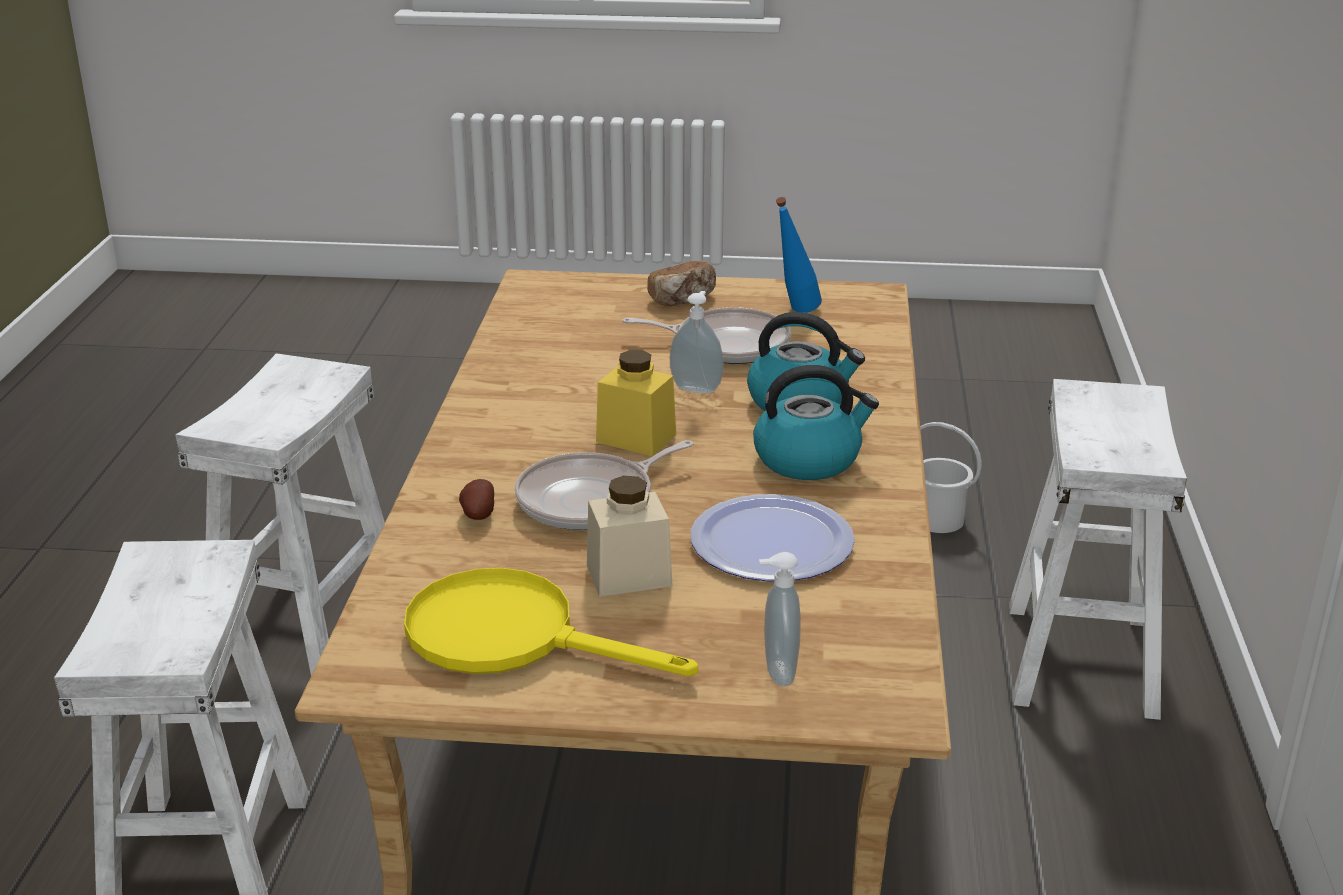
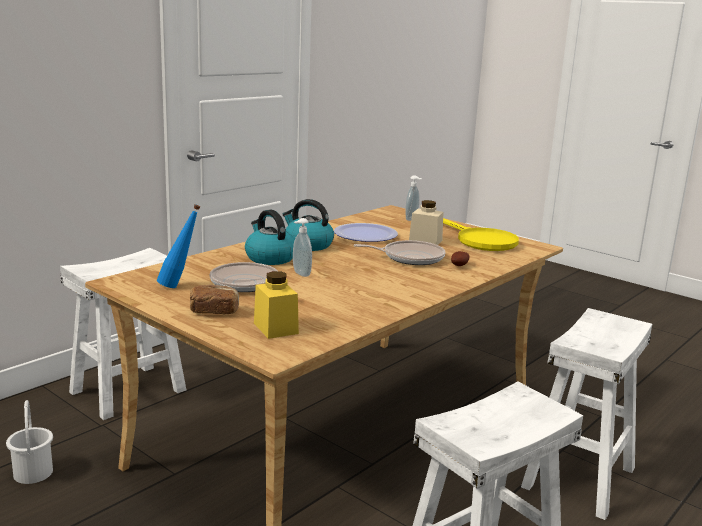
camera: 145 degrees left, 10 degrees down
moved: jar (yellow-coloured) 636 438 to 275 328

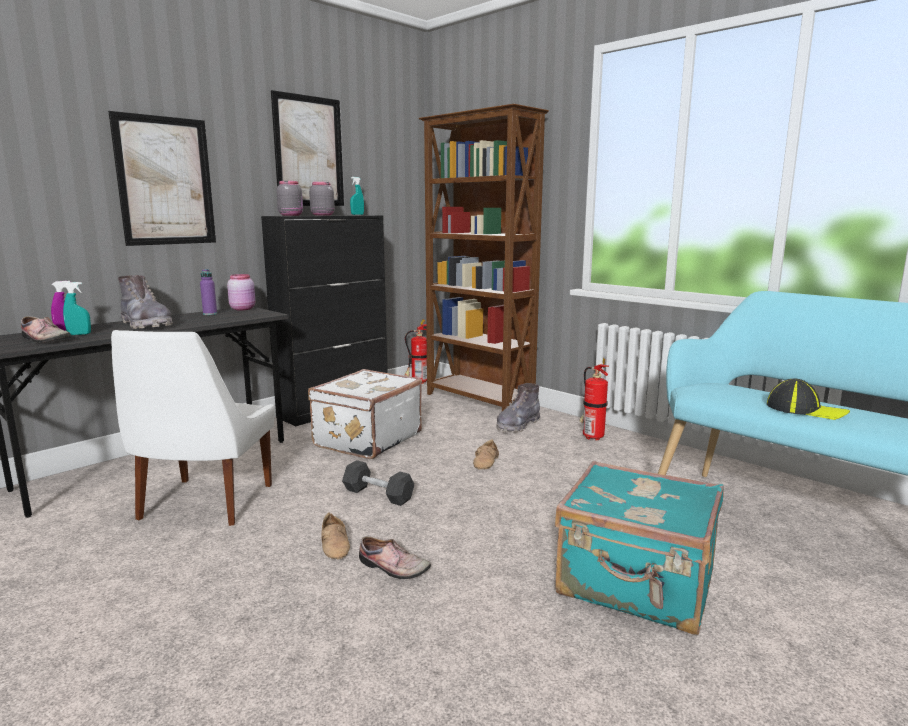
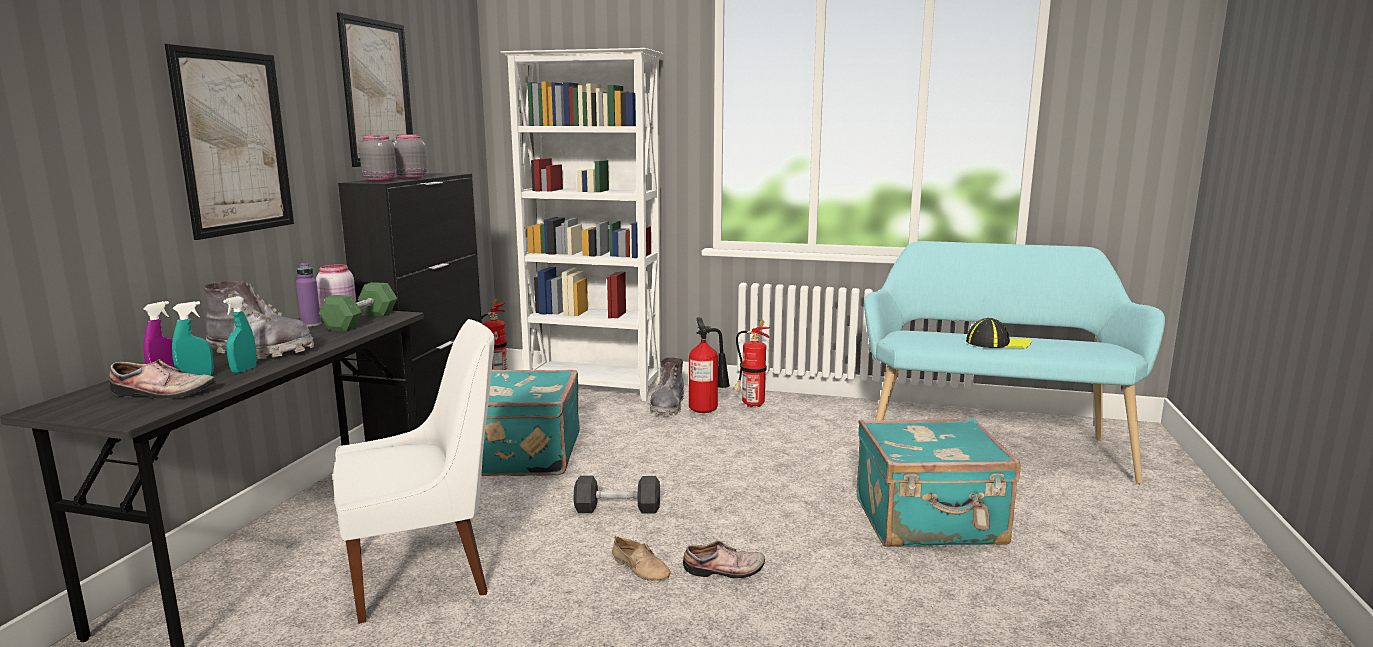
camera: 30 degrees left, 0 degrees up
removed: low shoe (sand-coloured) 487 462
added: free weight (green) 361 321; fire-fighting cylinder 707 410
moved: spray bottle (turquoise-coloured) 357 215 to 244 370
recoloured: piece of luggage (white) 366 439 to piece of luggage (turquoise-coloured) 523 455; bookshelf (brownish) 479 401 to bookshelf (white) 594 388
turned: chair (white) 204 504 = 425 573 90 degrees counterclockwise

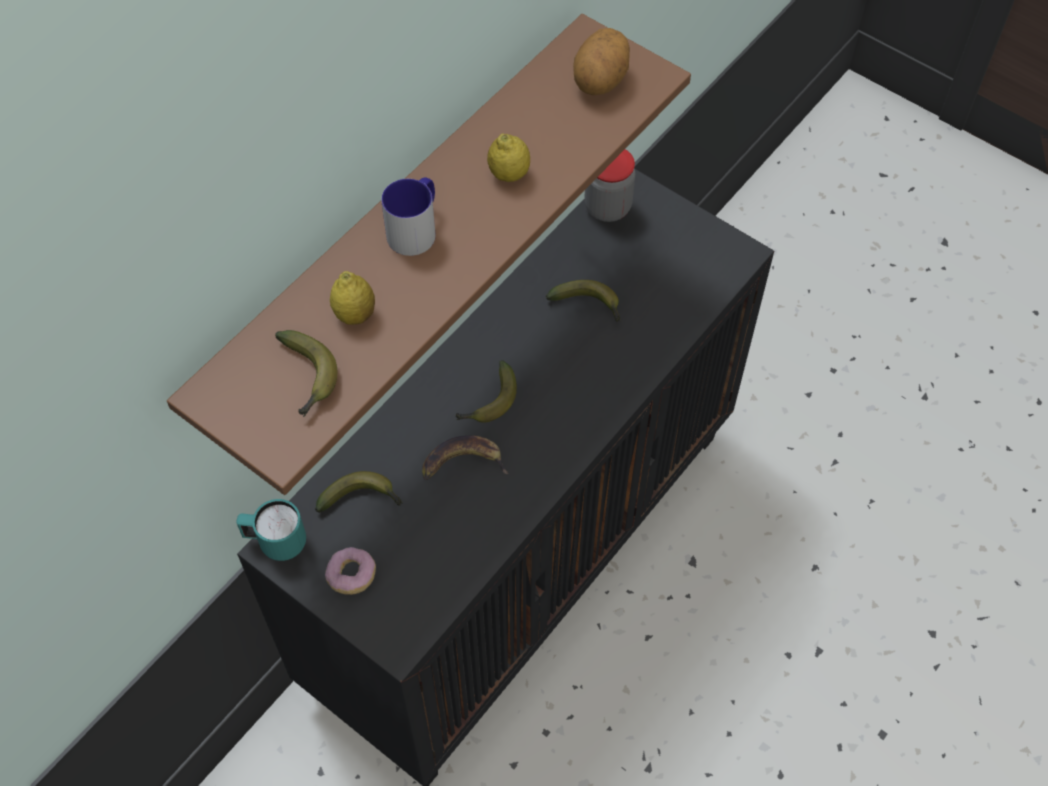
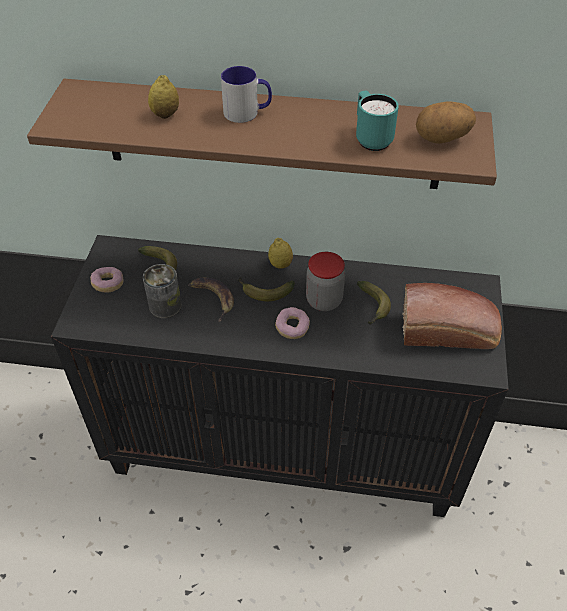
camera: 60 degrees right, 10 degrees down
removed: banana 308 378
added: sealed can 165 305; doughnut 292 328; bread 449 332
moved: tea mug (turquoise-coloured) 276 543 to 371 139; citrus fruit 509 174 to 280 264; jar 607 207 to 324 300

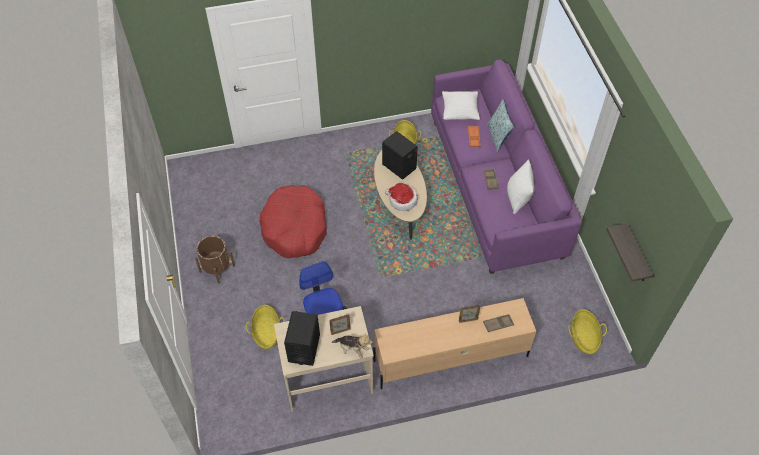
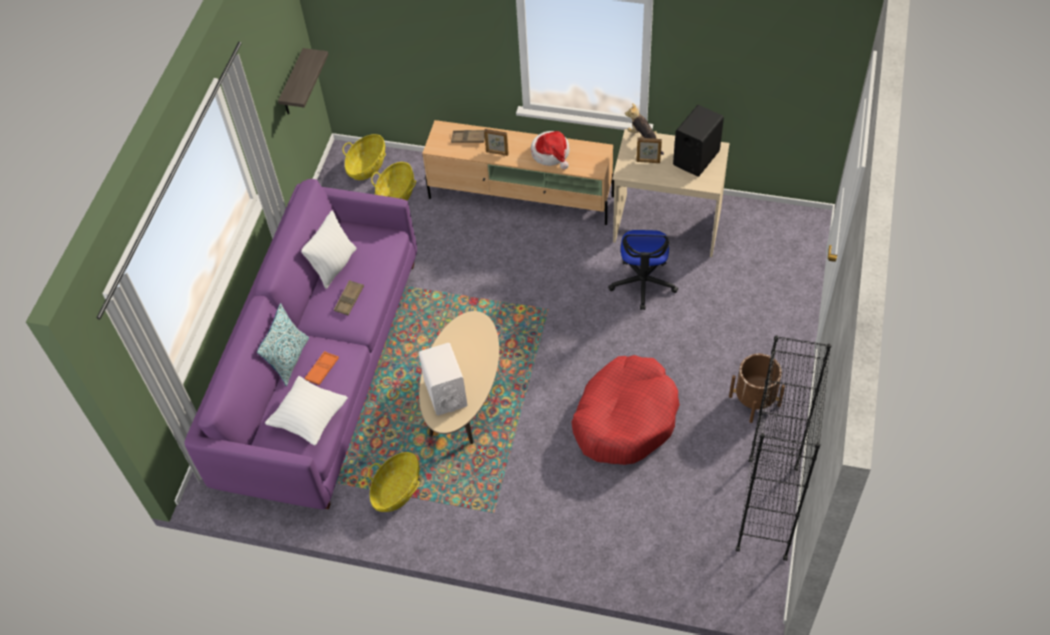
camera: 150 degrees left, 0 degrees up
added: bookshelf (blackish) 767 507
moved: storage basket 266 333 to 396 195; clothing hat 402 200 to 551 154
recoloured: loudspeaker (blackish) 399 166 to loudspeaker (white) 445 393

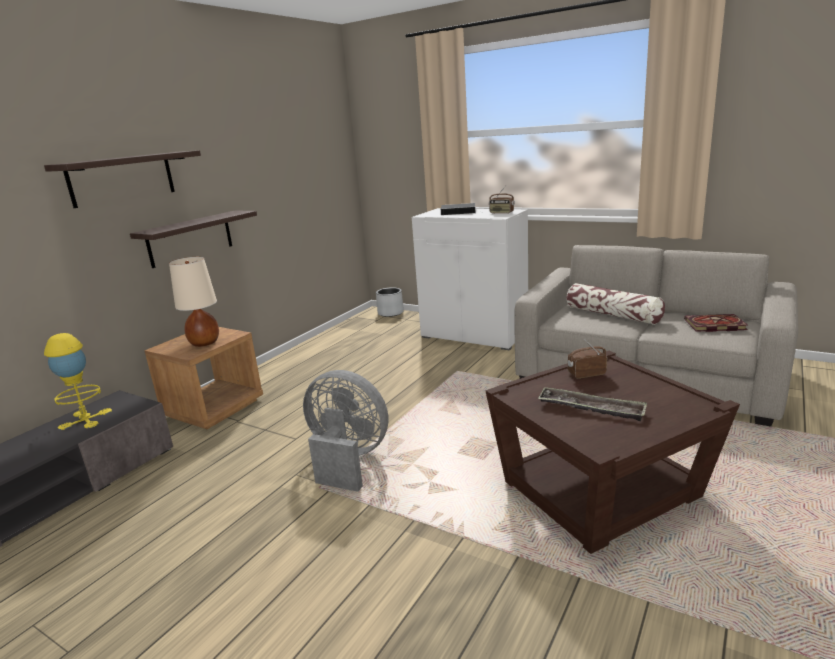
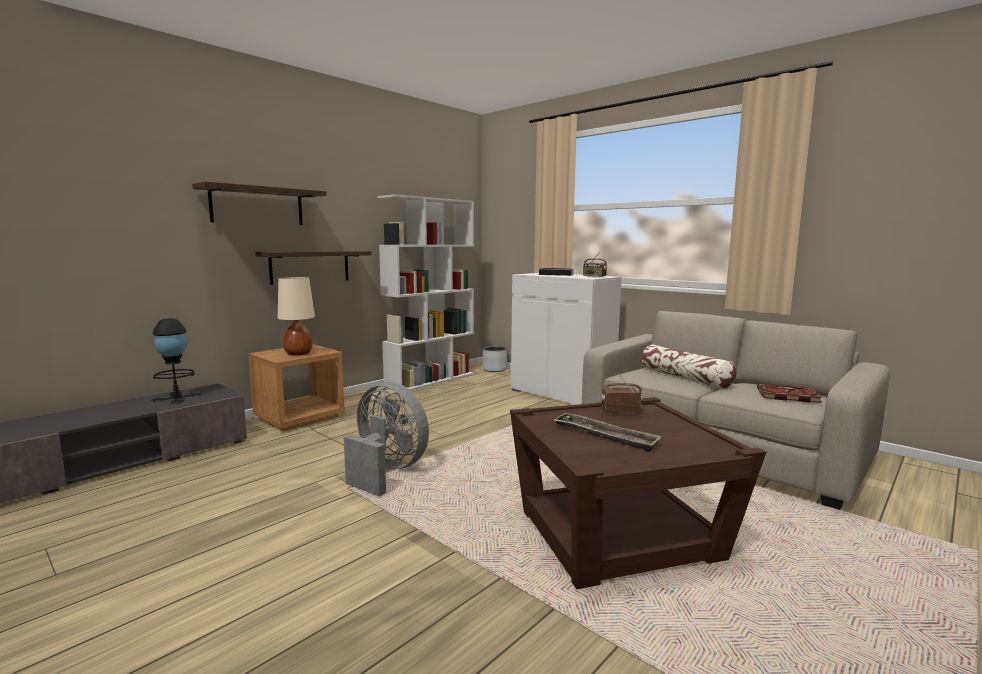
camera: 10 degrees right, 10 degrees down
added: bookshelf (white) 431 380
recoloured: lamp for a table (yellow-coloured) 85 419 to lamp for a table (blackish) 176 397

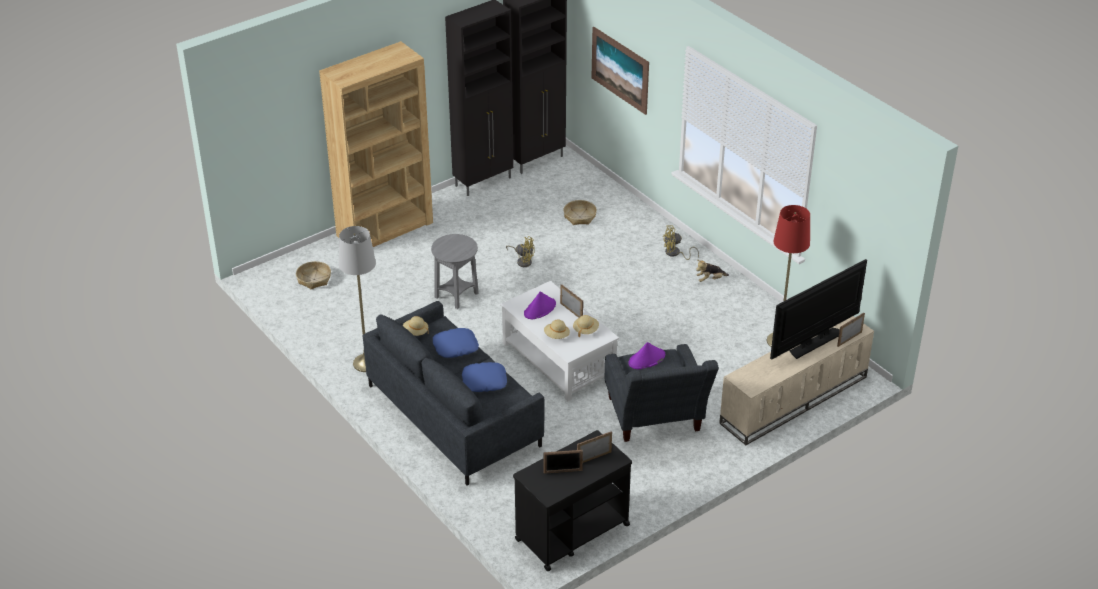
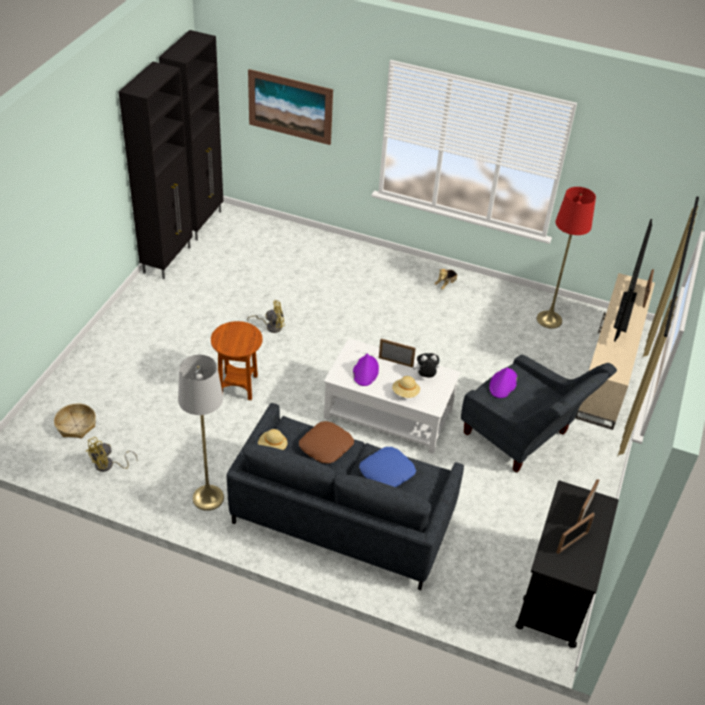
camera: 35 degrees left, 5 degrees up
removed: bookshelf (brownish) 385 229; storage basket 580 217
moved: cooling fan (yellow-coloured) 675 253 to 108 465
replaced: clothing hat (sand-coloured) 585 330 to soft toy 425 376
recoloured: accent table (gray) 456 296 to accent table (brownish) 238 386; cushion (blue-coloured) 455 347 to cushion (brownish) 325 446

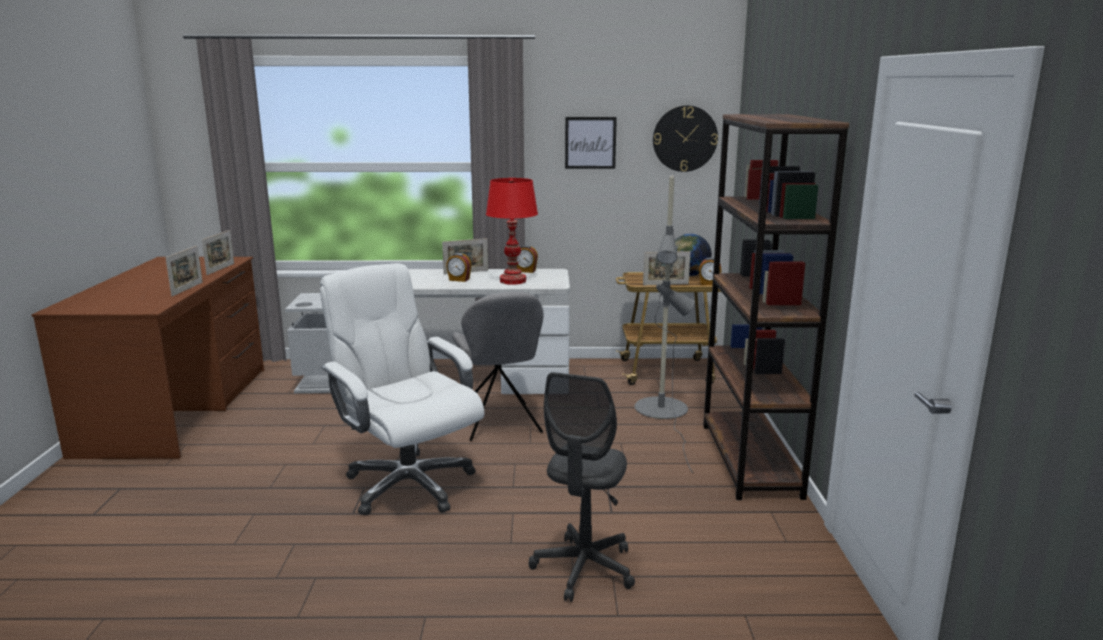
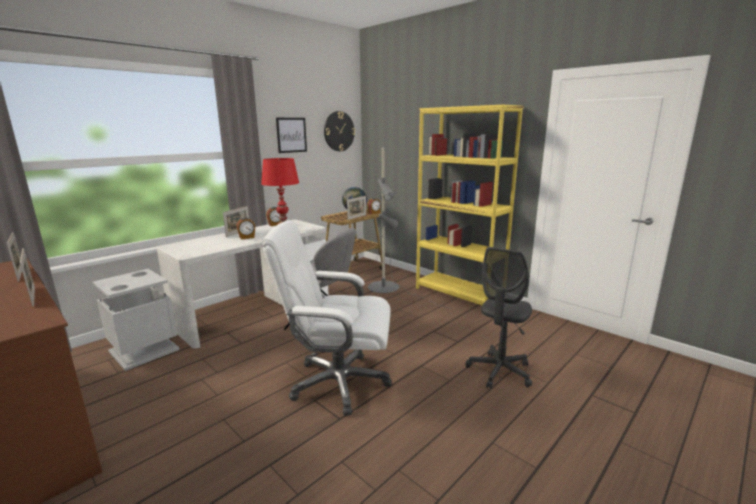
camera: 45 degrees left, 0 degrees up
recoloured: bookshelf (brownish) 750 460 to bookshelf (yellow-coloured) 458 294
turned: computer chair (gray) 584 569 = 499 372 60 degrees clockwise

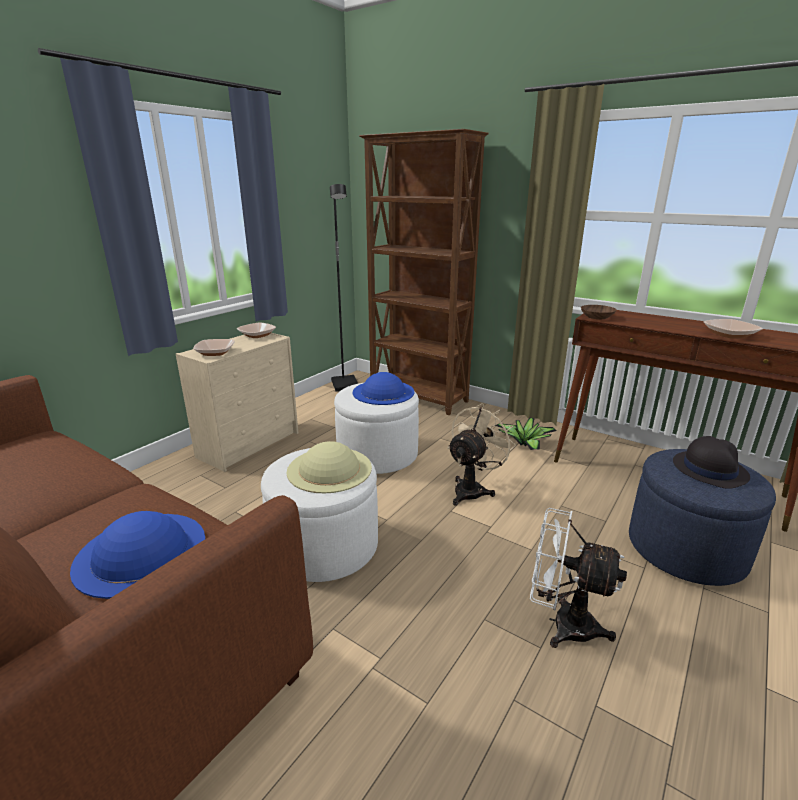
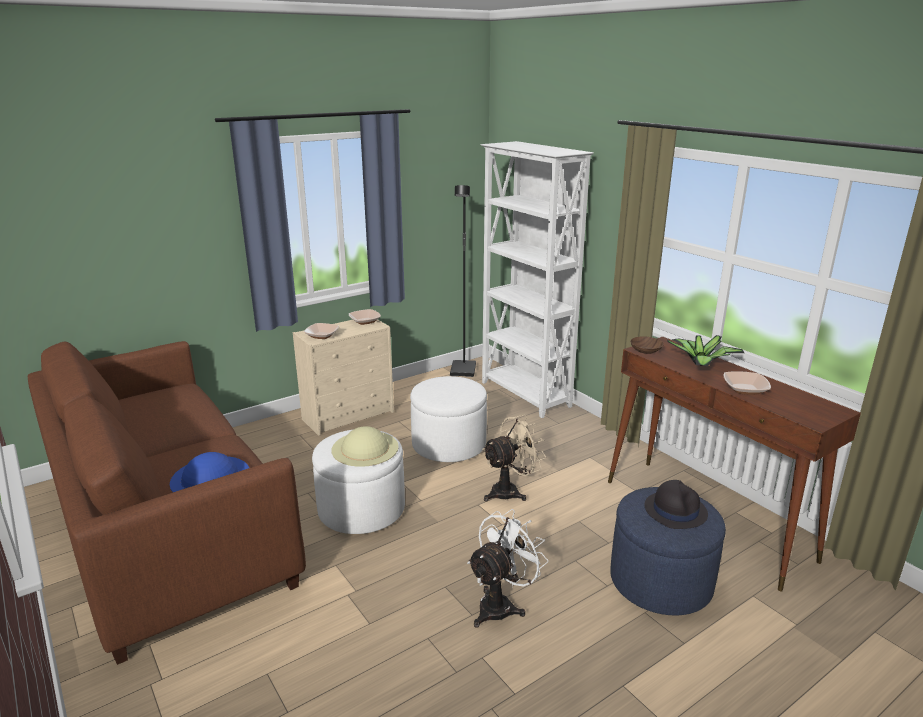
camera: 20 degrees right, 0 degrees up
removed: clothing hat (blue-coloured) 383 392
moved: plant in a pot 525 444 to 701 364
recoloured: bookshelf (brownish) 418 397 to bookshelf (white) 525 395
turned: cooling fan (white) 562 623 = 501 605 90 degrees clockwise

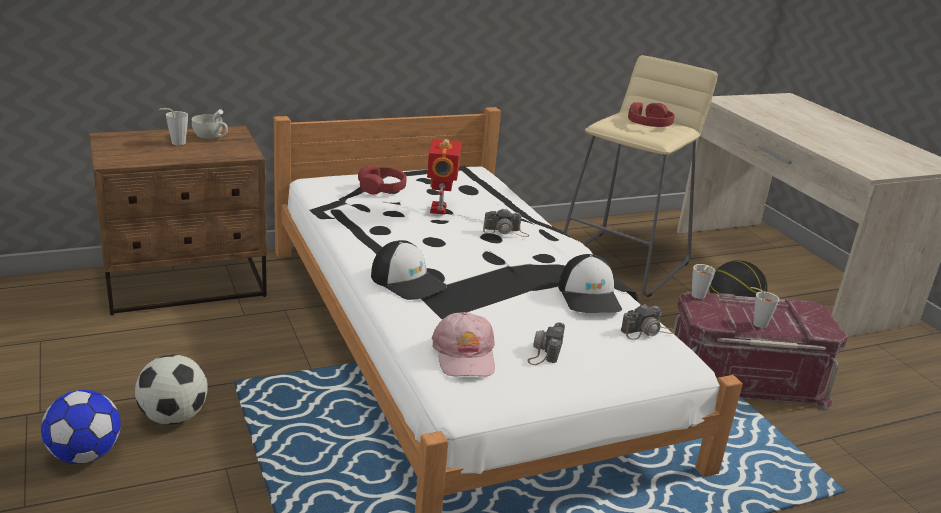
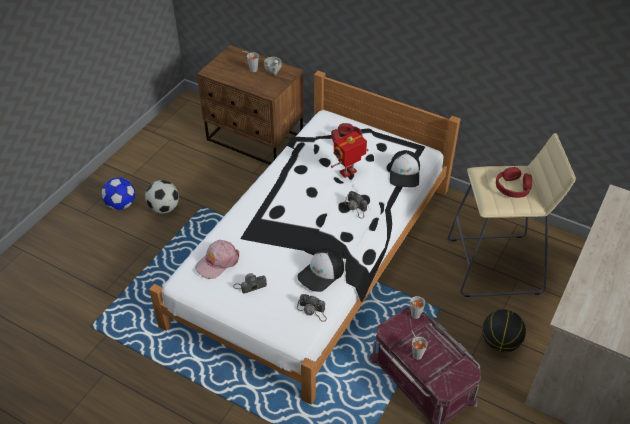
camera: 55 degrees right, 20 degrees up
moved: cap 408 281 to 405 173

